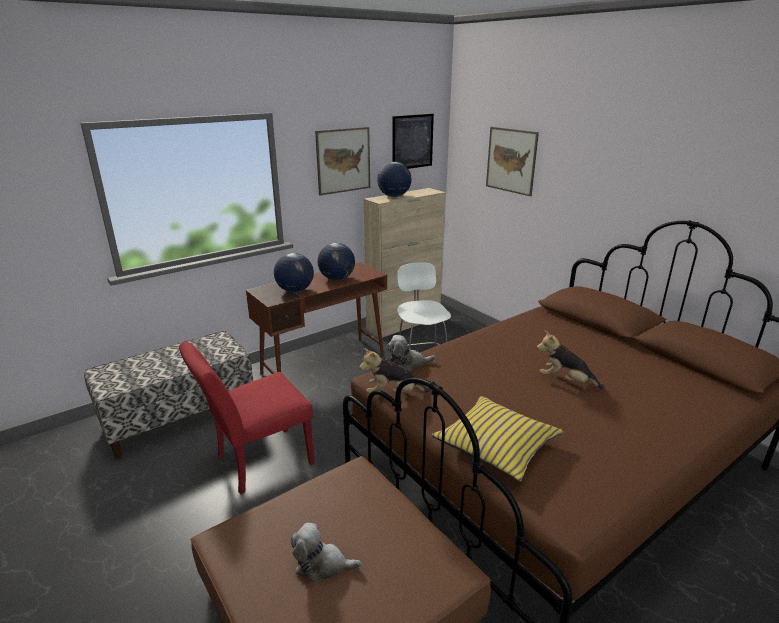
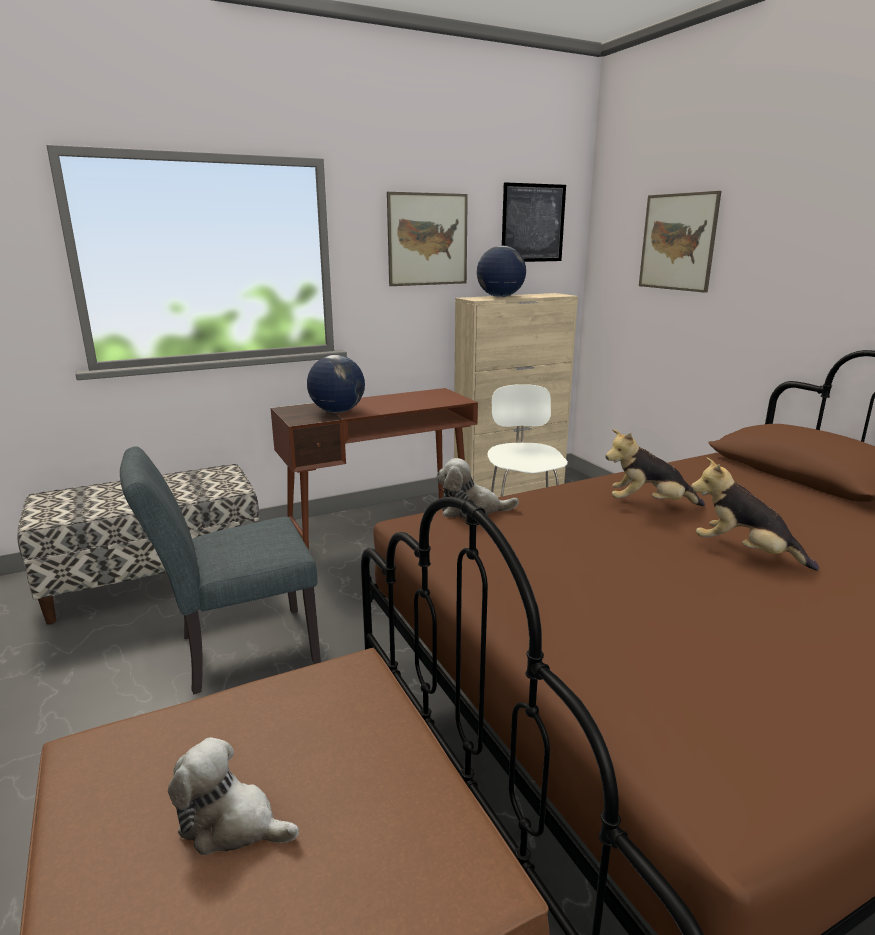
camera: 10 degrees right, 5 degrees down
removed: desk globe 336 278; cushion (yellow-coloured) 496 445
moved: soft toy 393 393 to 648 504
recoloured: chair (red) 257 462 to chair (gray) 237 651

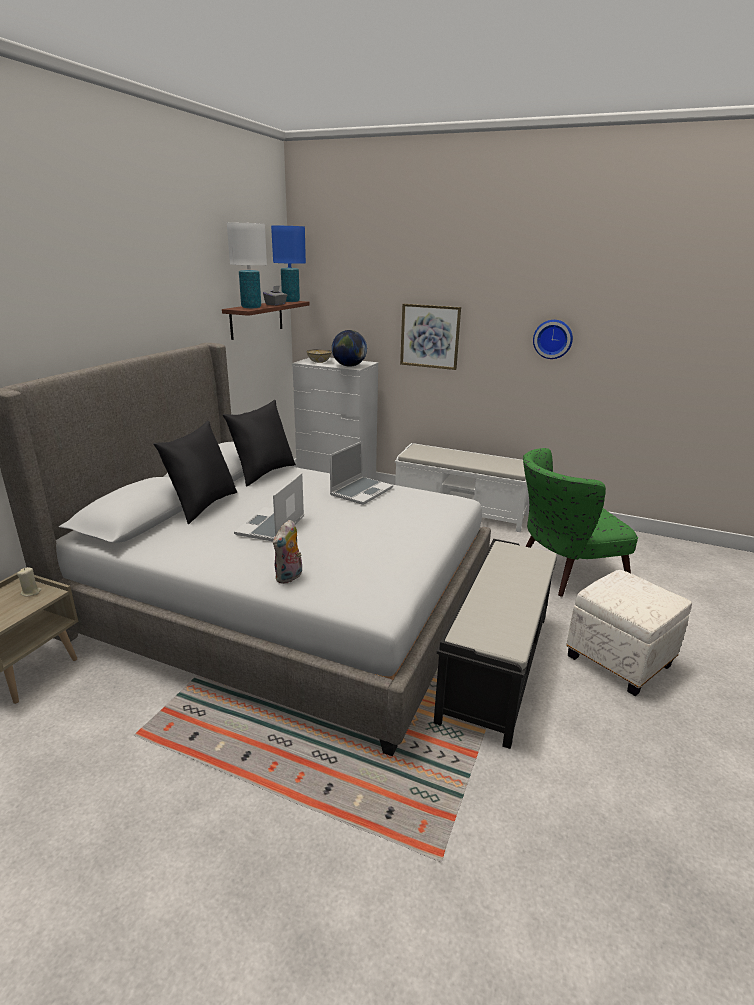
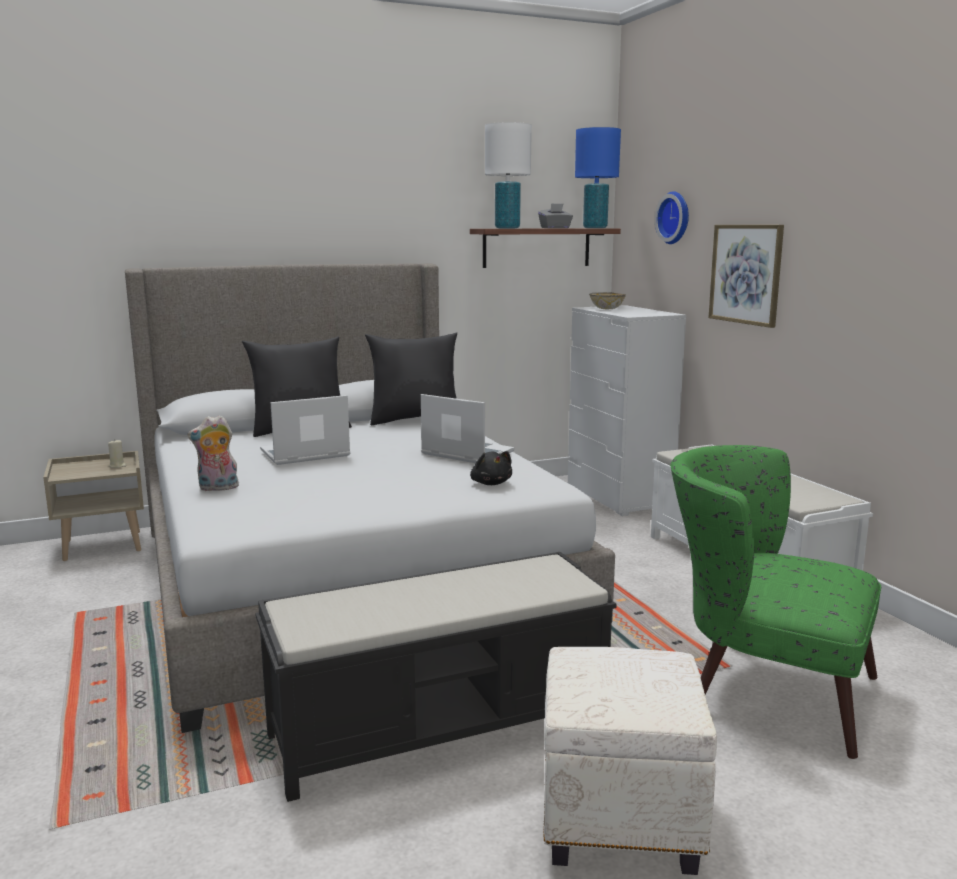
camera: 45 degrees right, 10 degrees down
removed: desk globe 349 366
added: soft toy (blackish) 491 483
moved: clock on the wall 553 339 to 675 218
turned: laptop 361 491 = 465 453 135 degrees counterclockwise

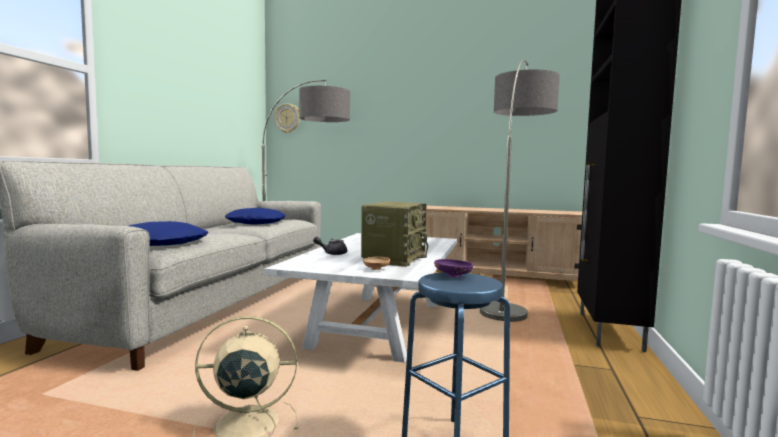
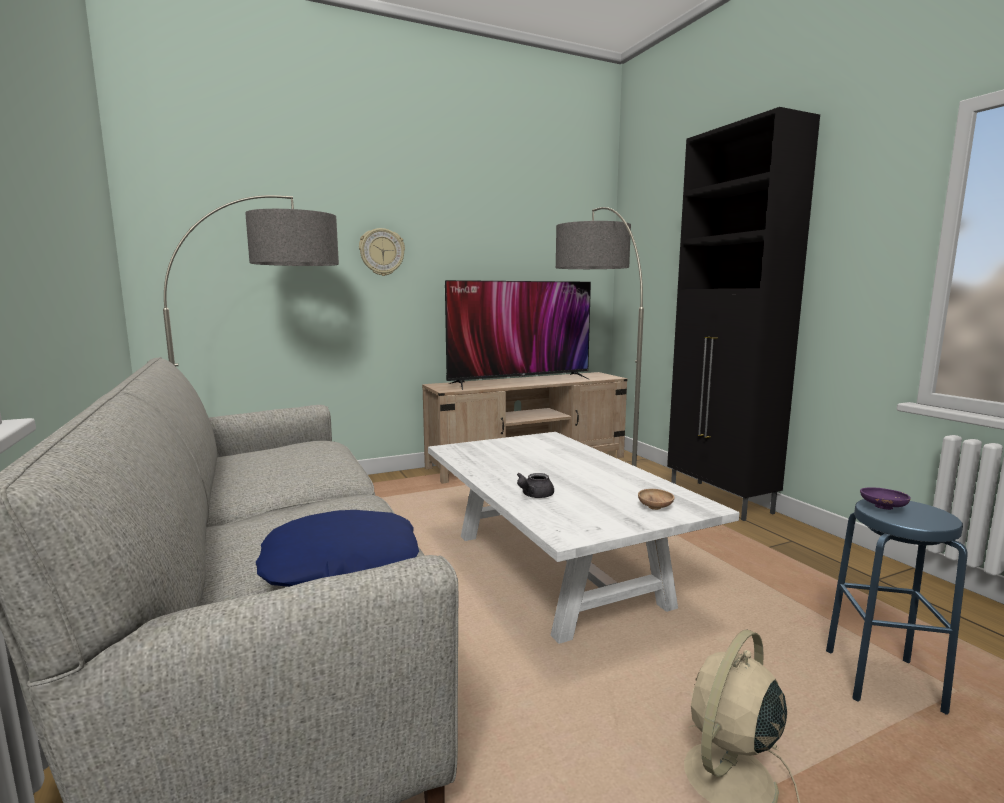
camera: 40 degrees left, 5 degrees up
removed: cushion (blue-coloured) 256 223; radio receiver 394 258
added: TV 520 381
moved: clock on the wall 287 118 to 382 252

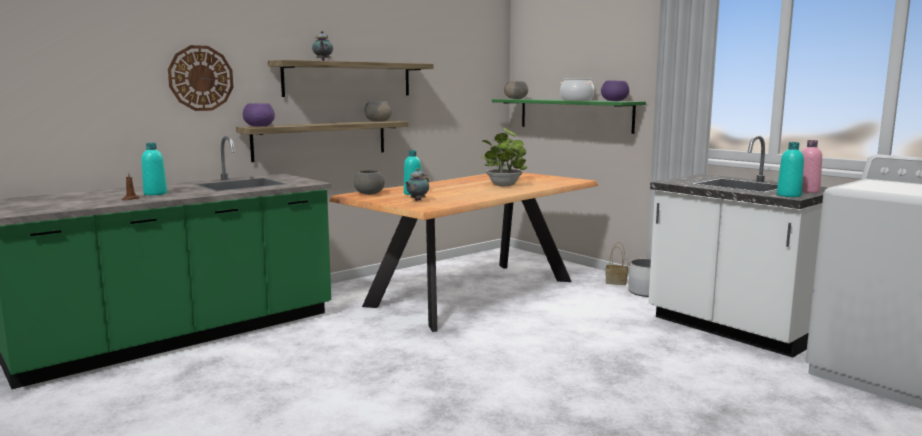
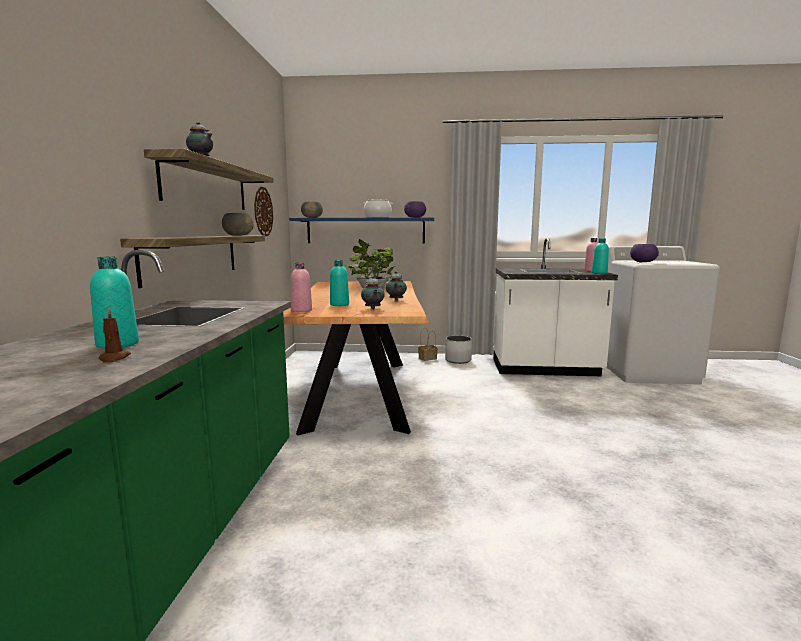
camera: 45 degrees left, 0 degrees up
added: teapot 396 300
moved: clock on the wall 201 78 to 263 212; bowl (purple) 259 126 to 642 262
replaced: bowl (gray) 369 194 to drink bottle (pinkish) 301 310
recoloured: shelf (green) 574 115 to shelf (blue-coloured) 365 231

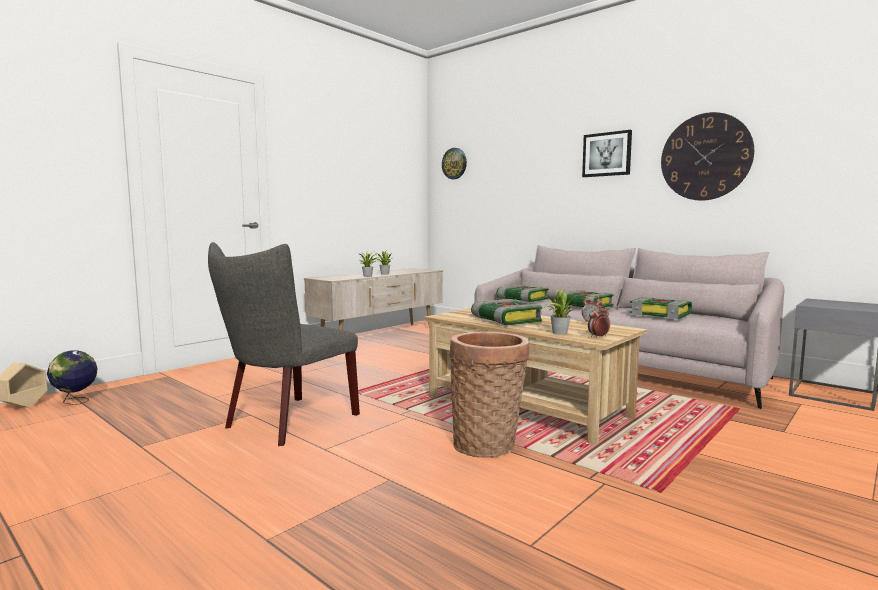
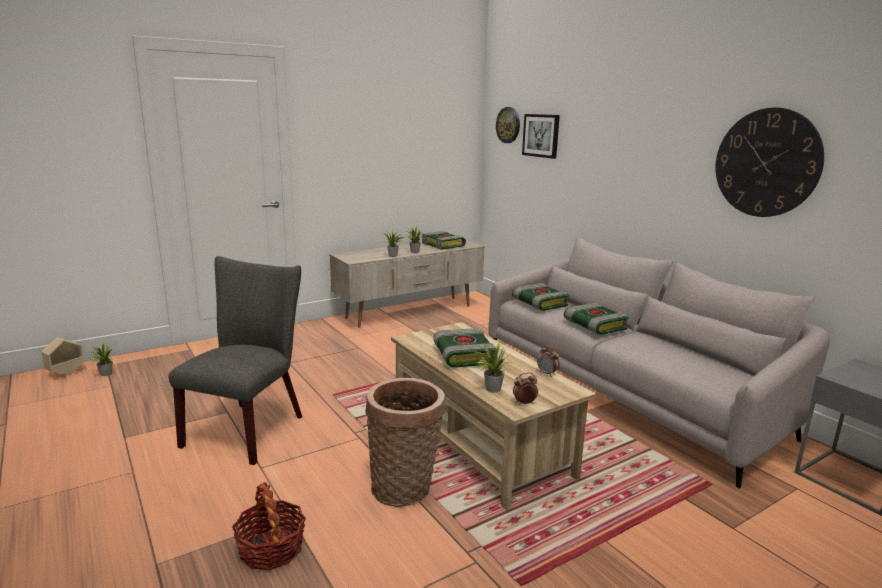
camera: 15 degrees right, 10 degrees up
added: storage basket 271 549
moved: picture 607 154 to 541 135; book 661 314 to 444 245
replaced: desk globe 75 402 to plant in a pot 104 374
turned: chair (gray) 286 422 = 249 427 150 degrees clockwise

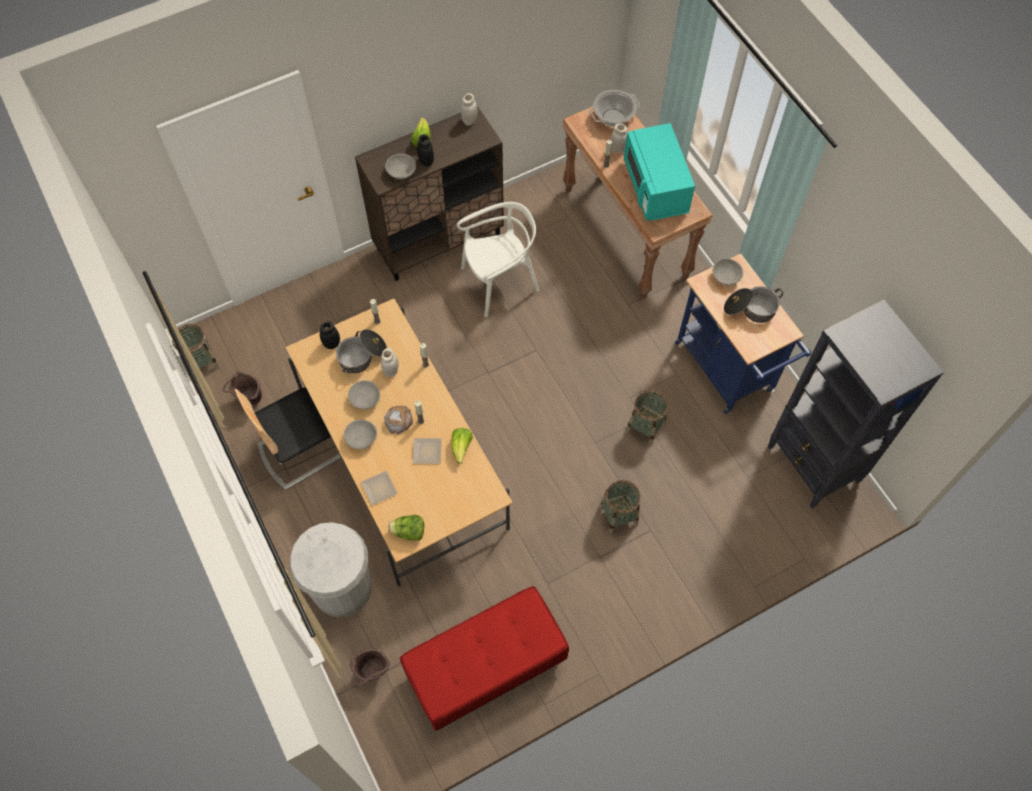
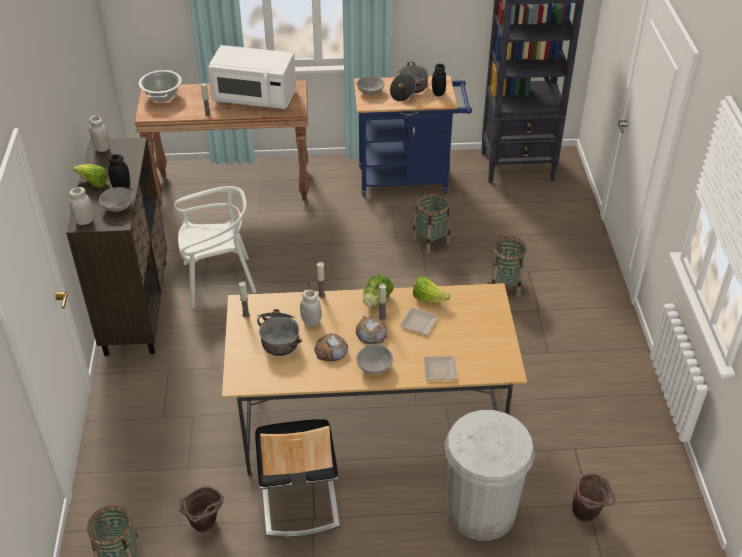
camera: 65 degrees left, 20 degrees down
removed: long seat (red) 486 668
moved: jar (blackish) 332 344 to 438 93; head of lettuce 408 532 to 376 300; jar (white) 618 149 to 84 221
replaced: bowl (gray) 365 399 to bread 331 350
recoloured: microwave oven (turquoise-coloured) 655 188 to microwave oven (white) 254 97
turned: chair (white) 499 282 = 218 280 75 degrees clockwise

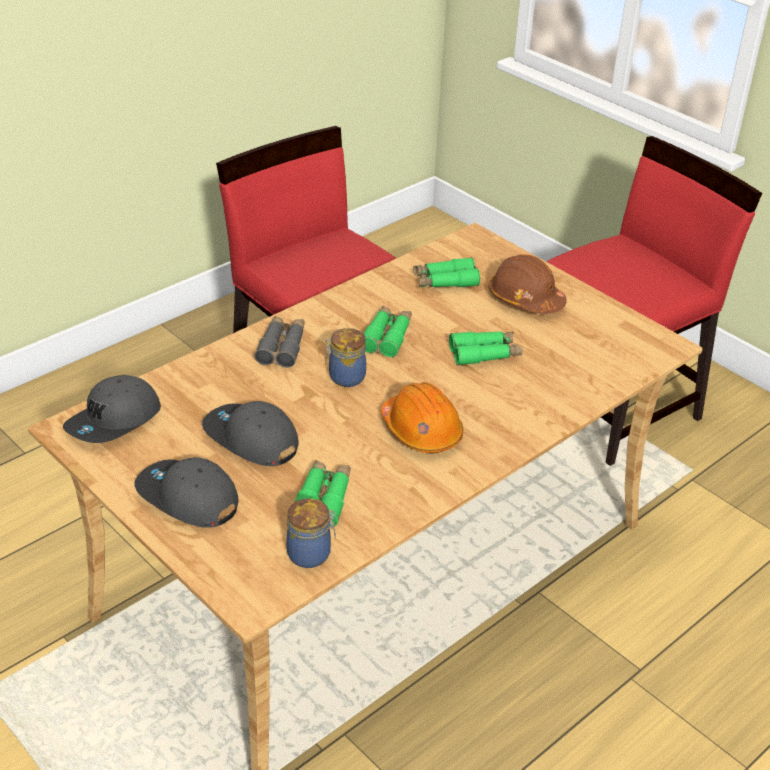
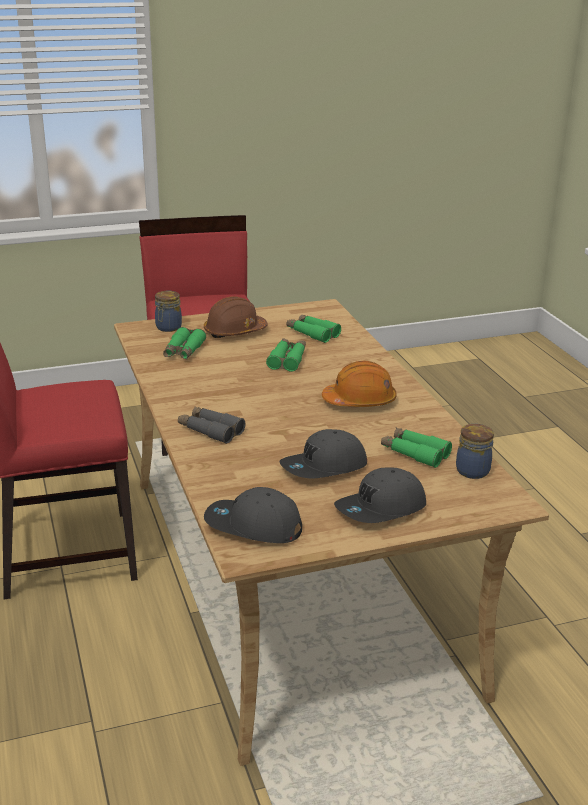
camera: 65 degrees left, 10 degrees down
moved: jar 345 377 to 168 328; pair of binoculars (green) 387 337 to 312 333
turned: cap (gray) 114 421 = 253 526 135 degrees clockwise

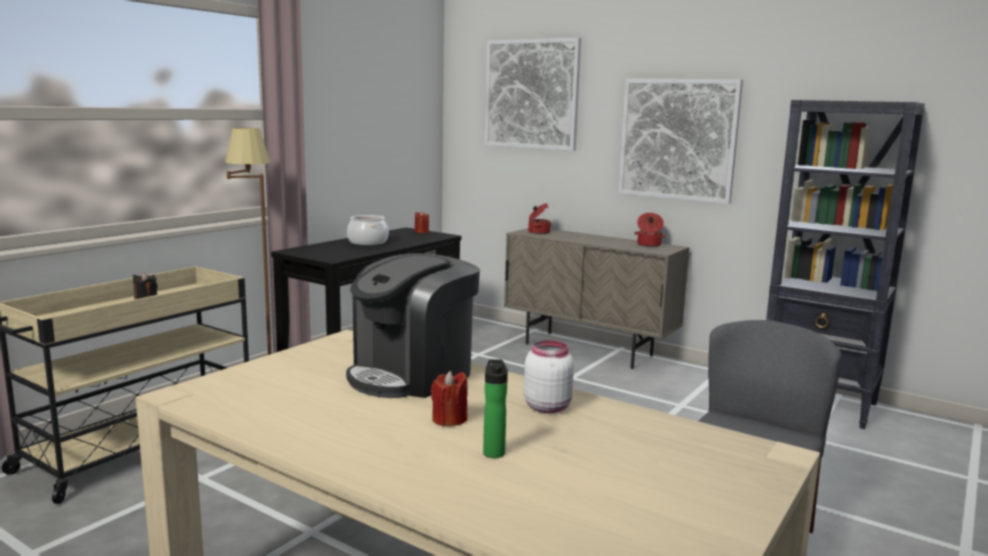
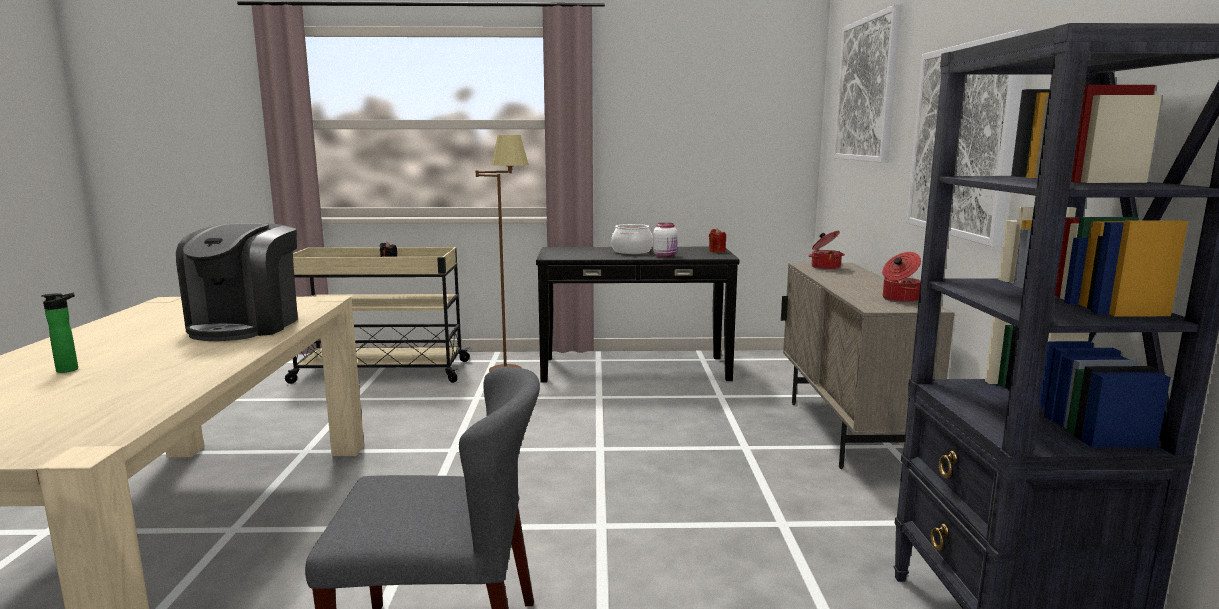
camera: 55 degrees right, 0 degrees up
removed: wax light (red) 449 419
moved: jar (white) 547 406 to 665 256
turned: coffee maker 412 375 = 246 326 90 degrees counterclockwise

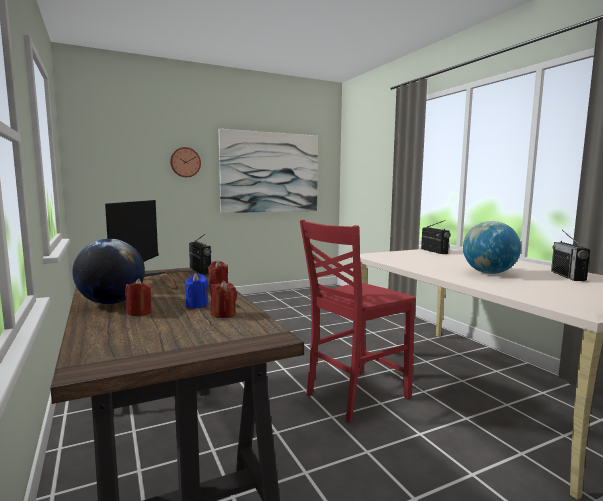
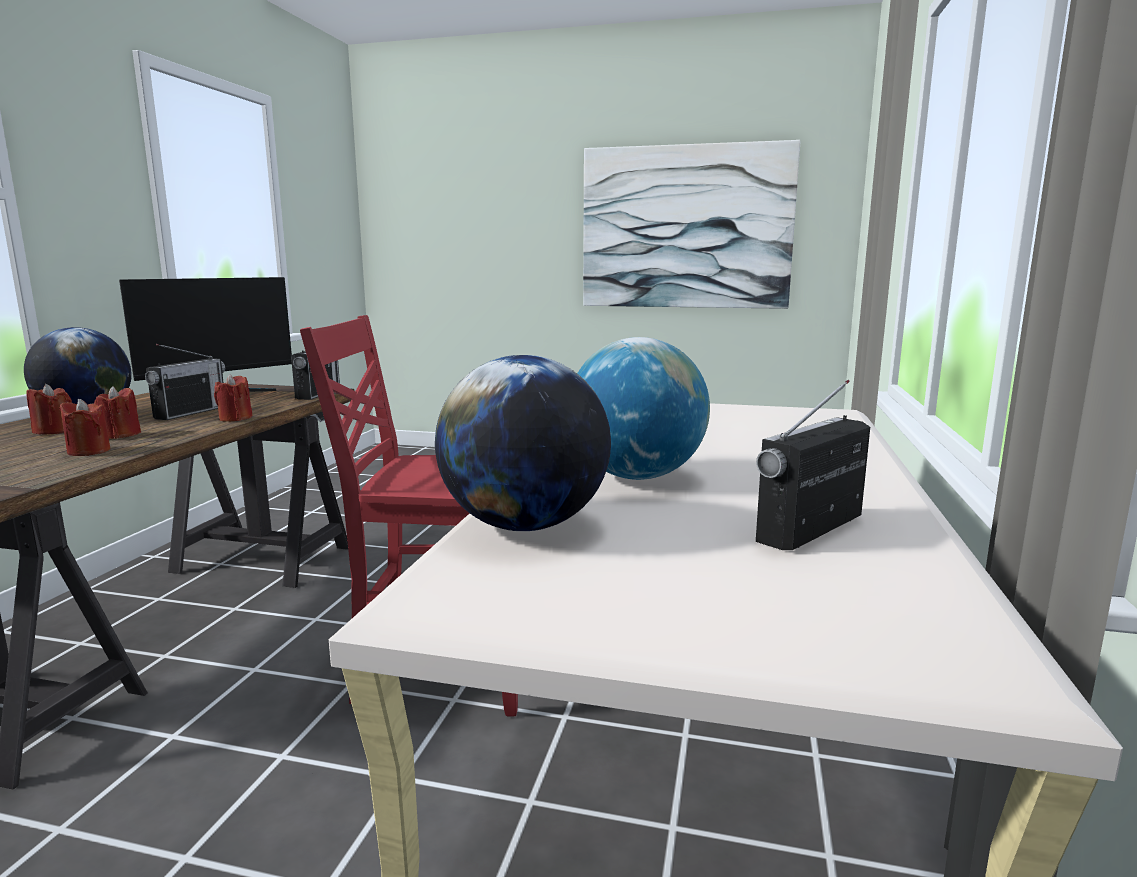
camera: 40 degrees right, 5 degrees up
removed: clock on the wall 185 162
added: desk globe 524 525
moved: radio receiver 434 251 to 191 412
recoloured: wax light (blue-coloured) 197 305 to wax light (red) 120 435

